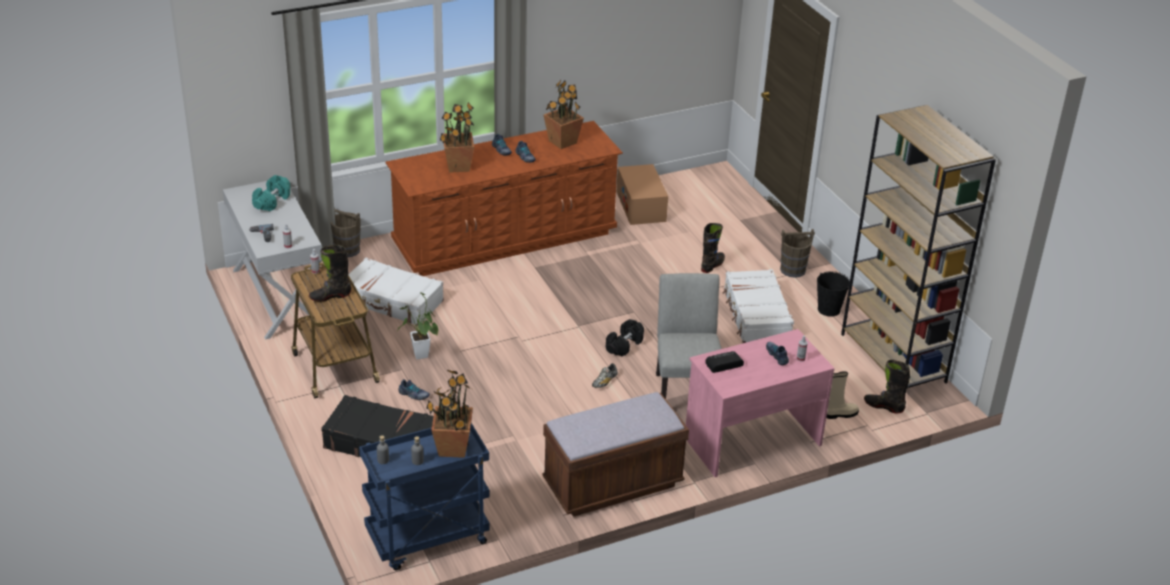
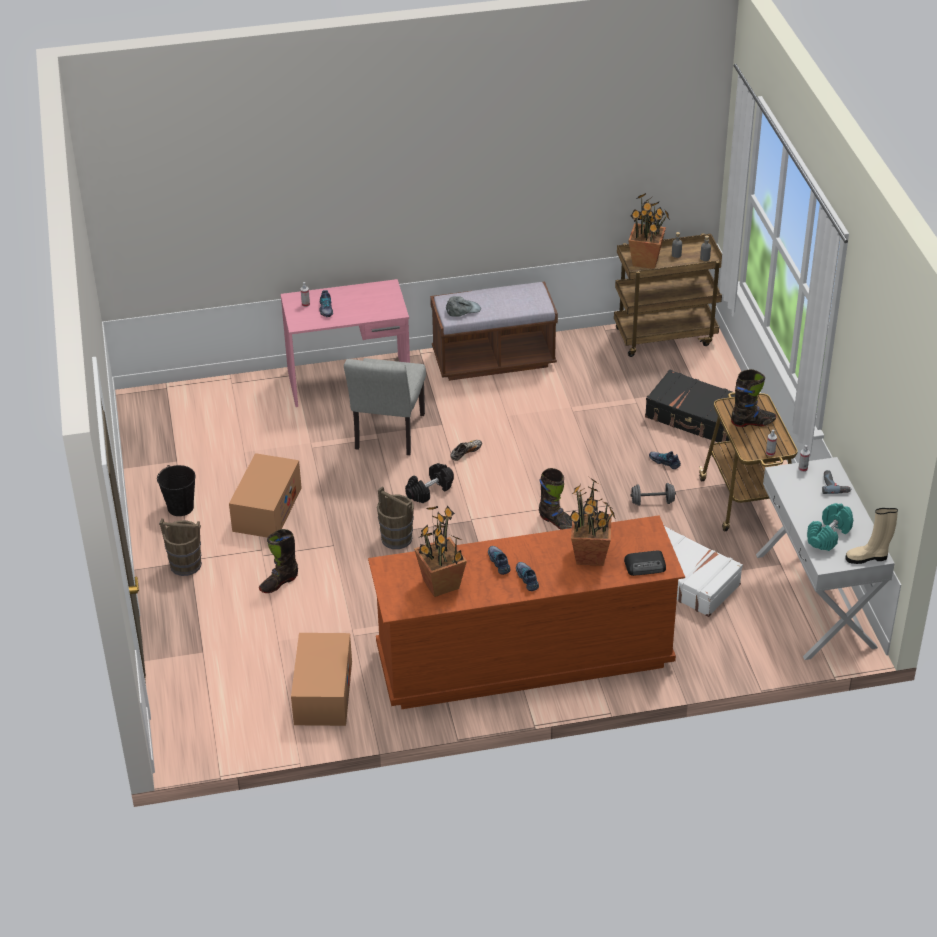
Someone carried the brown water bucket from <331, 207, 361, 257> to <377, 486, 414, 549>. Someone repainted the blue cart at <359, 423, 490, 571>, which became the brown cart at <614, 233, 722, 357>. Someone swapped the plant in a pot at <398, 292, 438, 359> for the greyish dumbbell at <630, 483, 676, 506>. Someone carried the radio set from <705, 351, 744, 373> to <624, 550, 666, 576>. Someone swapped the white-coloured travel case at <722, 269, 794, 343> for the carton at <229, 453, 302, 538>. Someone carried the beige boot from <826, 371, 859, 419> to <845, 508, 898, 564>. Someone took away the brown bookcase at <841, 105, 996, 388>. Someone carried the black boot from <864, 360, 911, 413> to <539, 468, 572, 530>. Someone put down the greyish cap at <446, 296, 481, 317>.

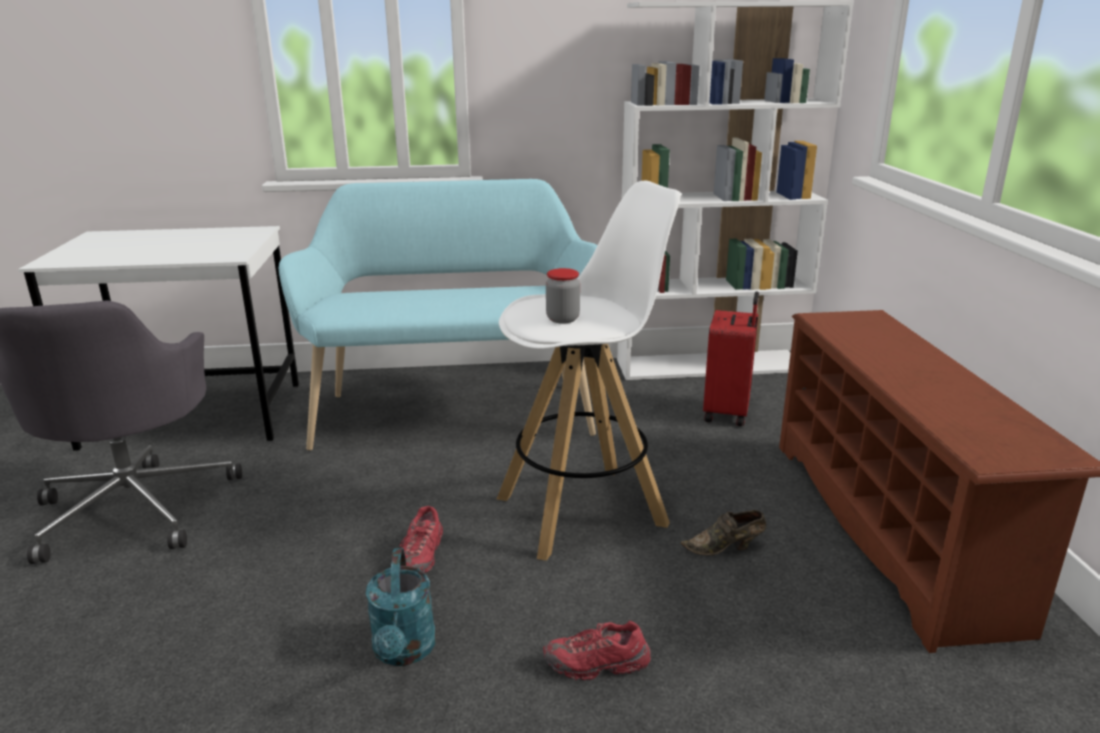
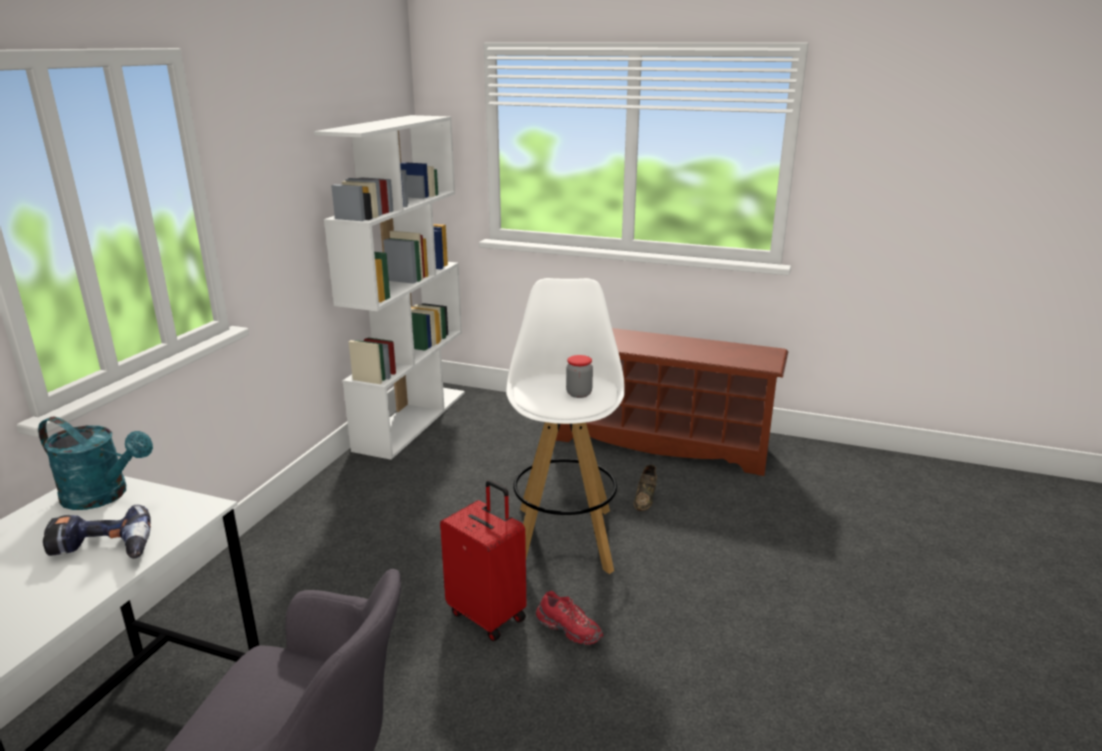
Someone took away the turquoise-coloured indoor bench at <279, 179, 598, 451>. Someone carried the turquoise-coloured sprinkling can from <366, 548, 436, 666> to <38, 417, 153, 510>. Someone took away the red low shoe at <543, 621, 651, 680>. Someone carried the red travel case from <703, 291, 759, 426> to <440, 480, 526, 641>. Someone put down the electric drill at <43, 505, 151, 559>.

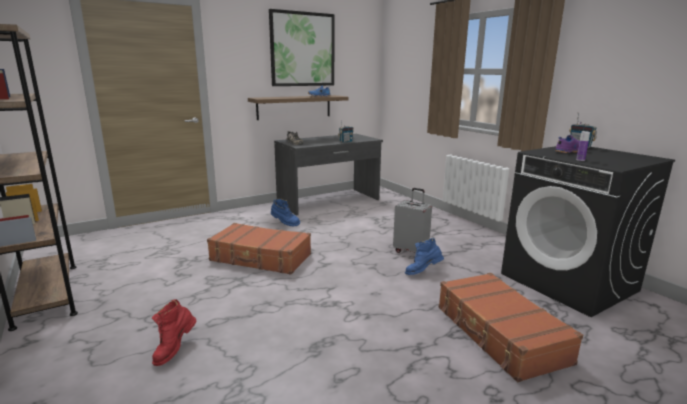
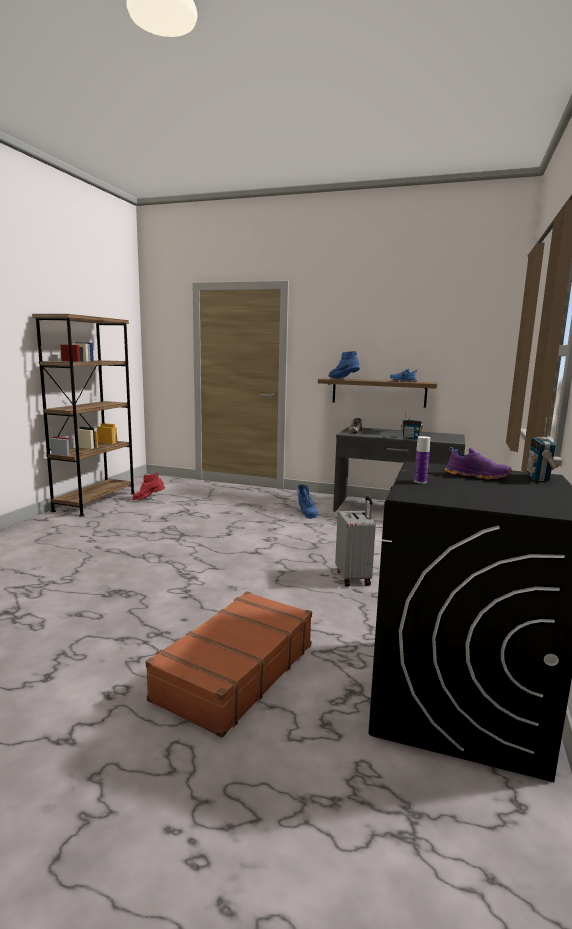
Someone carried the red boot from <152, 299, 196, 366> to <132, 472, 165, 500>. Someone took away the brown travel case at <207, 223, 311, 274>. Someone took away the wall picture at <269, 9, 334, 86>. Someone carried the blue boot from <405, 238, 444, 275> to <328, 351, 360, 379>.

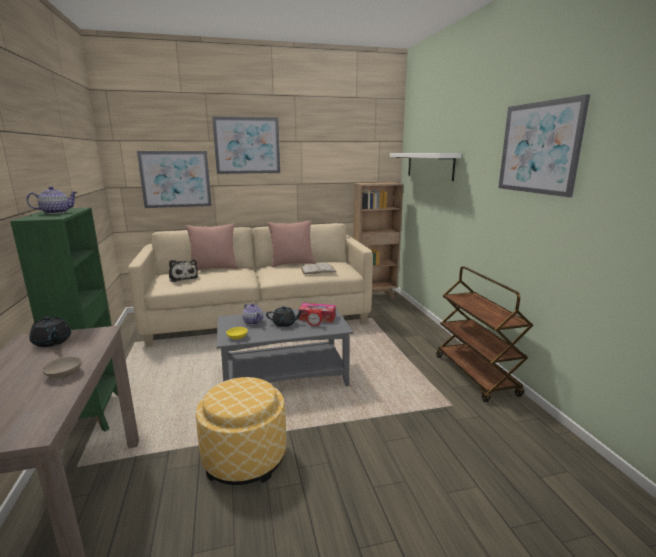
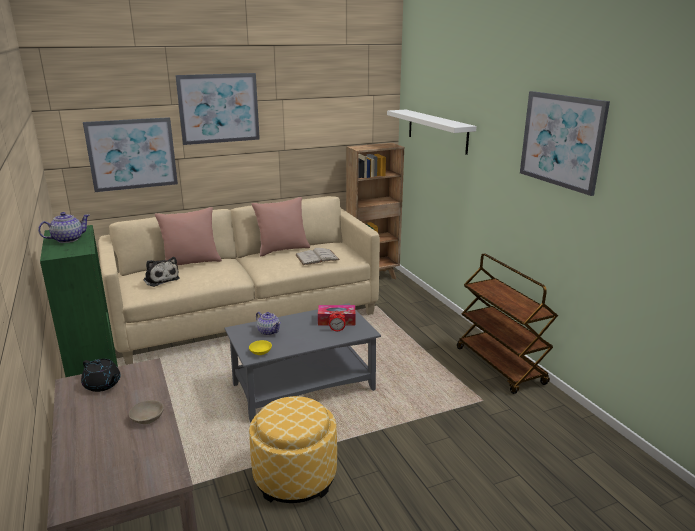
Someone took away the black tea pot at <266, 306, 304, 327>.

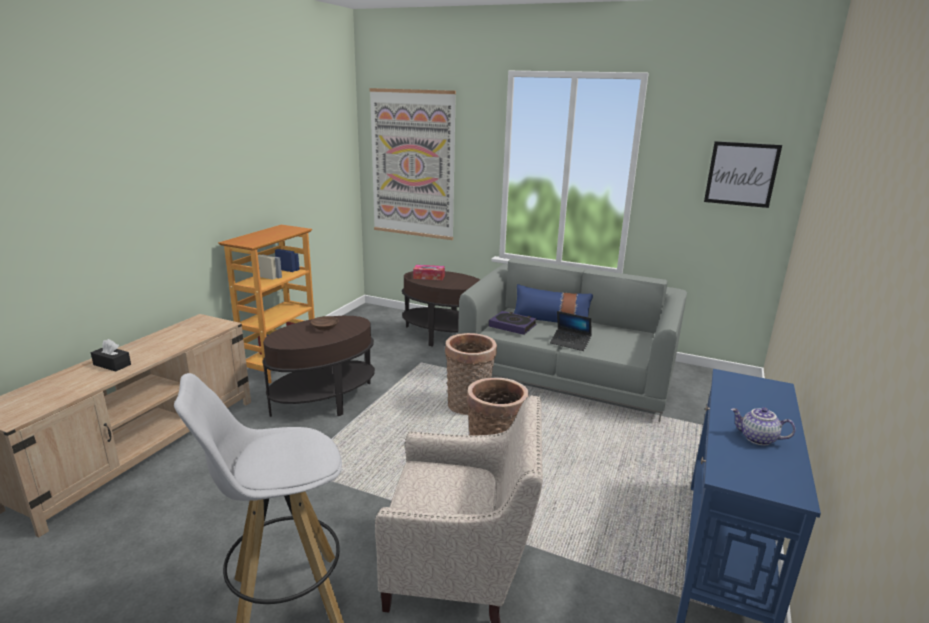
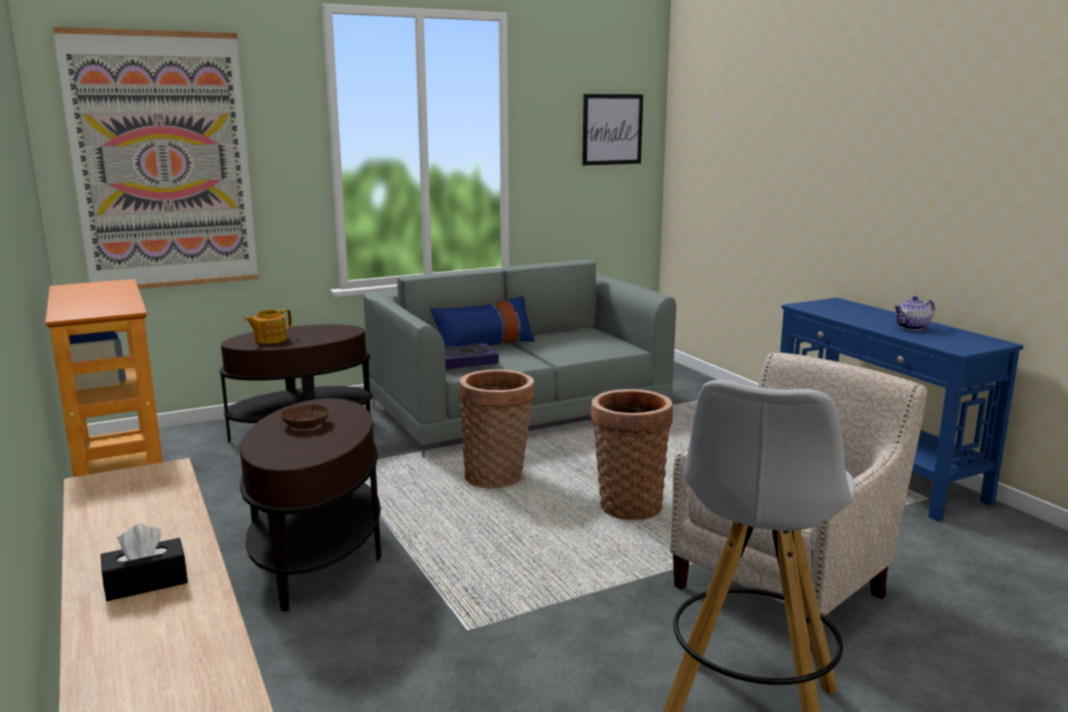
Someone swapped the tissue holder at <413, 265, 445, 280> for the tea pot at <244, 309, 292, 344>. Someone took away the notebook computer at <550, 311, 592, 351>.

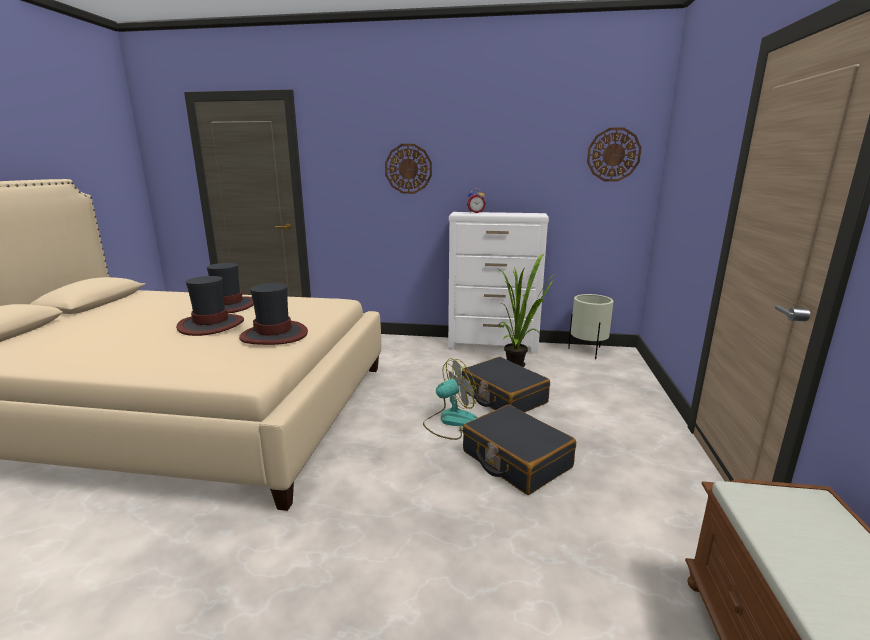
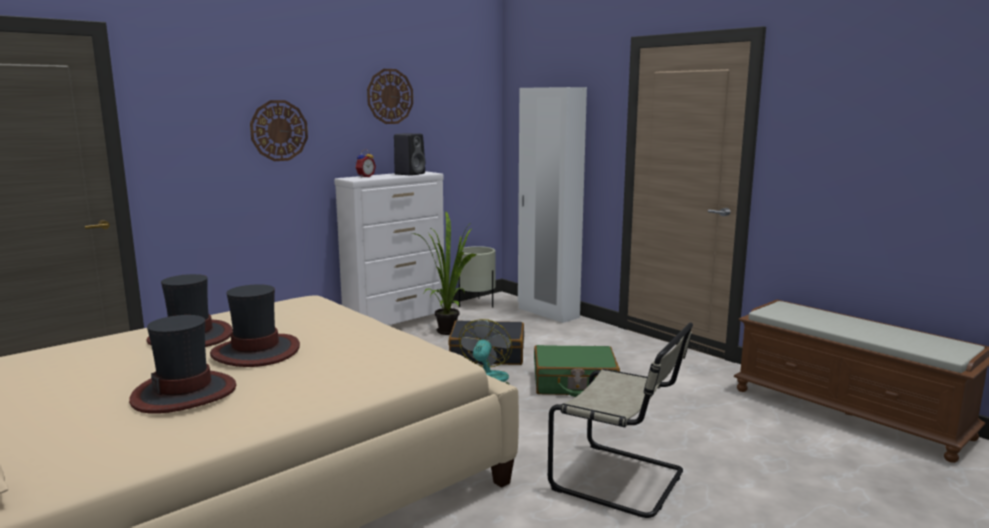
Someone carried the hat from <239, 283, 308, 345> to <129, 315, 236, 414>. Someone repainted the black travel case at <462, 404, 576, 495>, which became the green travel case at <534, 345, 620, 397>. Someone carried the wall clock from <587, 128, 642, 182> to <367, 69, 413, 124>. Someone put down the black speaker at <394, 133, 425, 176>. Someone put down the white-coloured armoire at <518, 87, 587, 323>. Someone put down the beige upright chair at <548, 322, 693, 518>.

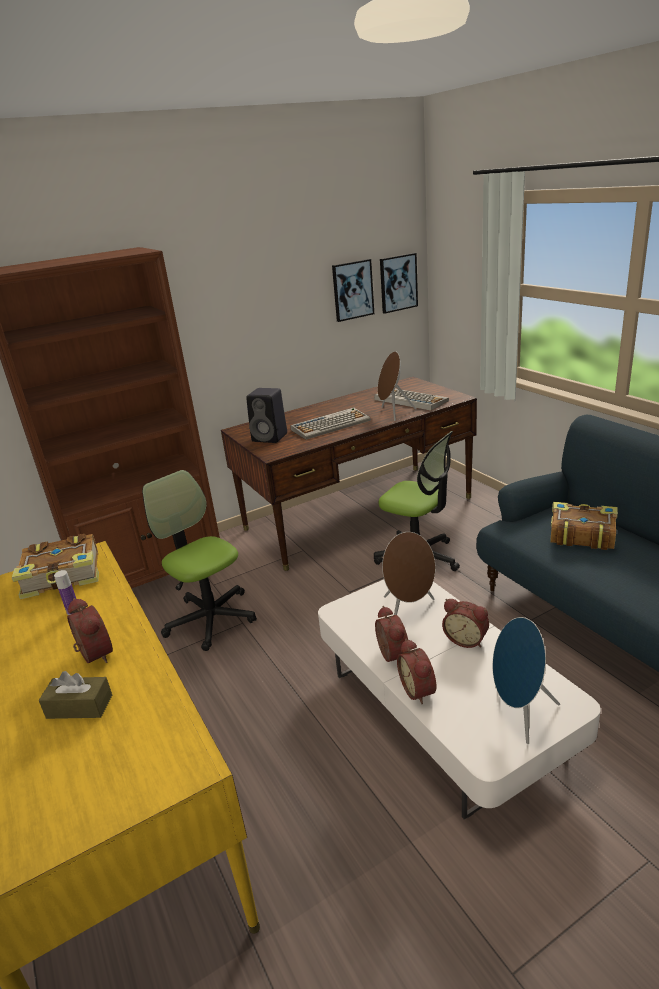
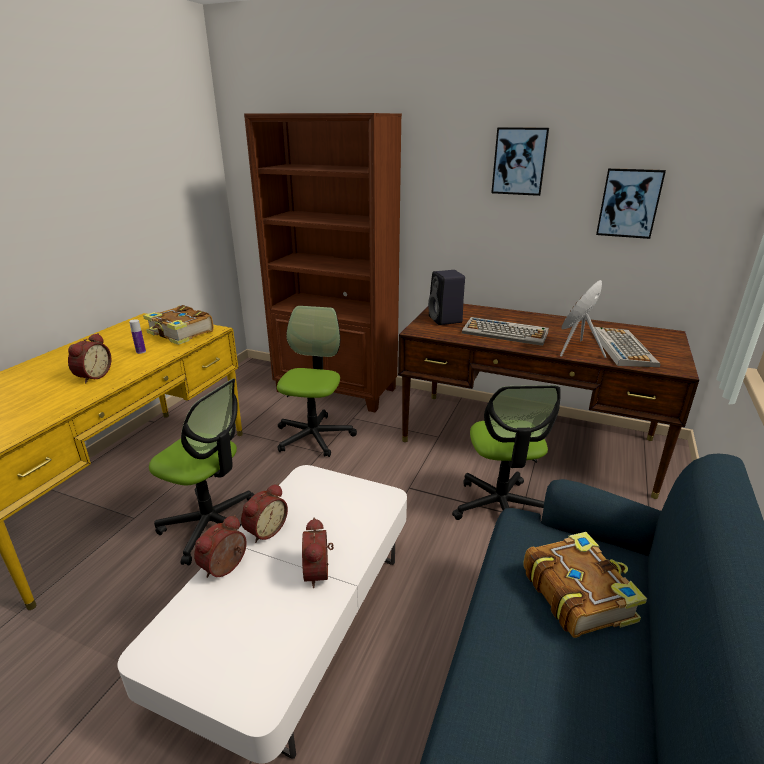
Someone took away the brown tissue holder at <39, 671, 112, 719>. Someone carried the wall picture from <380, 253, 418, 314> to <491, 127, 549, 196>. Someone took away the brown speaker at <382, 532, 435, 615>. Someone took away the blue speaker at <492, 617, 560, 744>. Someone put down the office chair at <149, 379, 255, 565>.

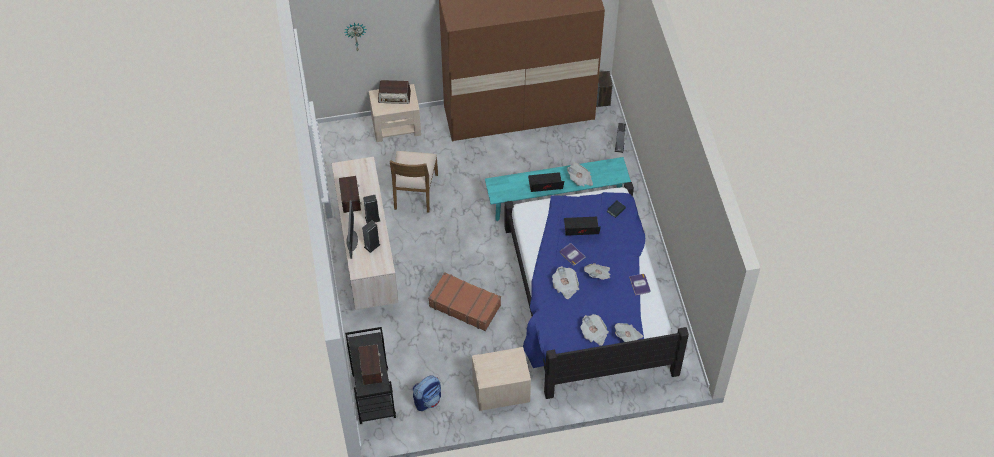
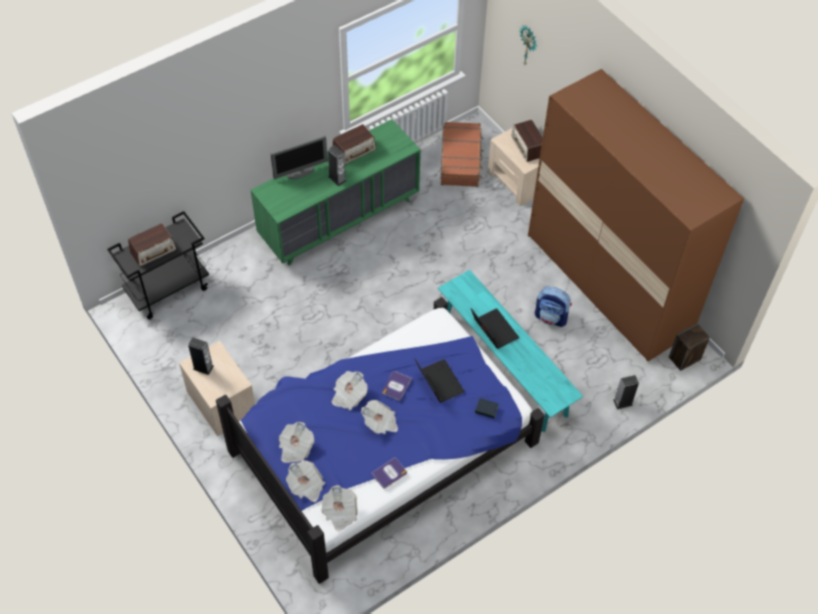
Someone repainted the beige drawer chest at <332, 157, 398, 310>, which became the green drawer chest at <251, 119, 421, 265>. Someone carried the speaker from <362, 220, 380, 253> to <188, 337, 214, 375>. Someone took away the brown upright chair at <390, 151, 438, 212>. Someone carried the rucksack from <413, 375, 441, 411> to <535, 287, 572, 327>. Someone carried the brown travel case from <428, 272, 501, 331> to <441, 122, 483, 187>. Someone carried the printed paper from <567, 163, 593, 186> to <321, 485, 358, 531>.

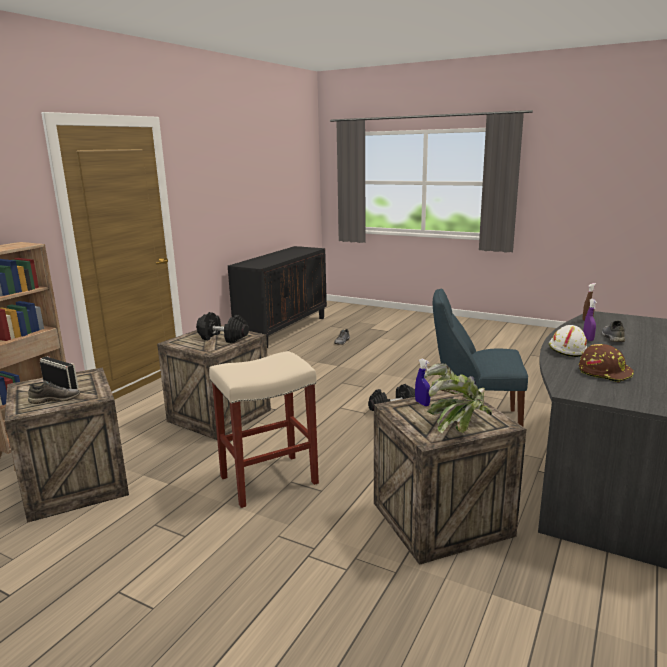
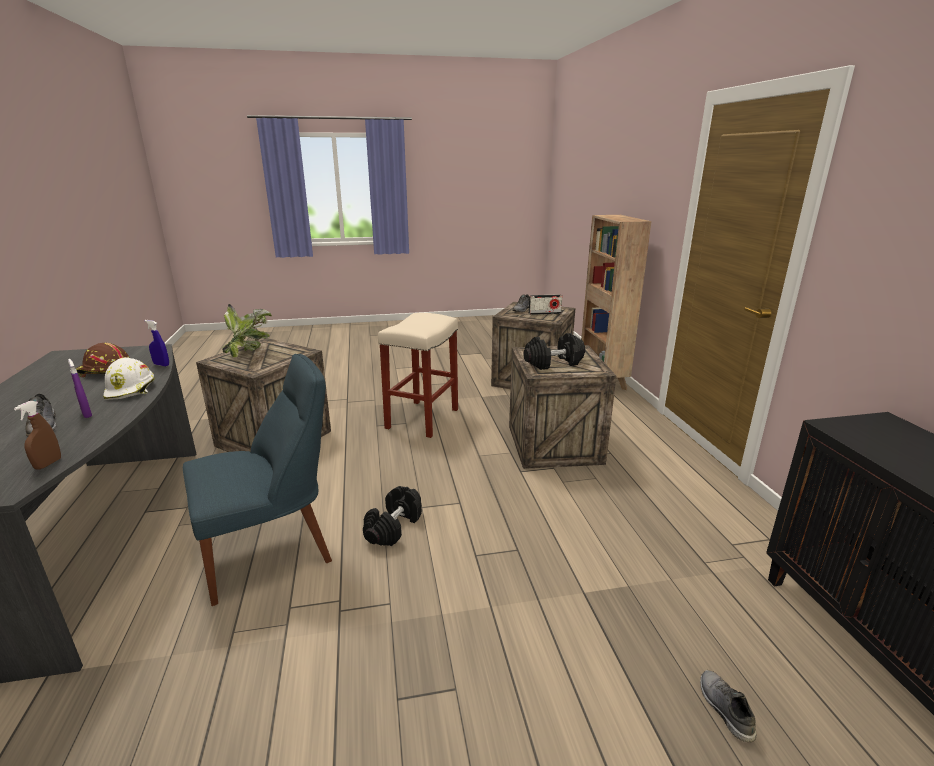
Someone carried the blue hand sprayer from <415, 359, 430, 406> to <145, 320, 169, 366>.

